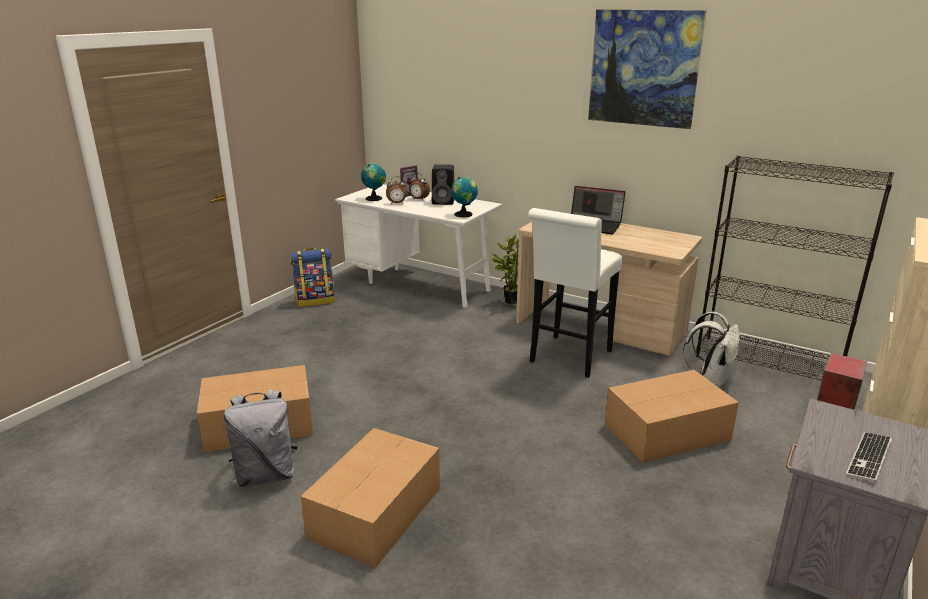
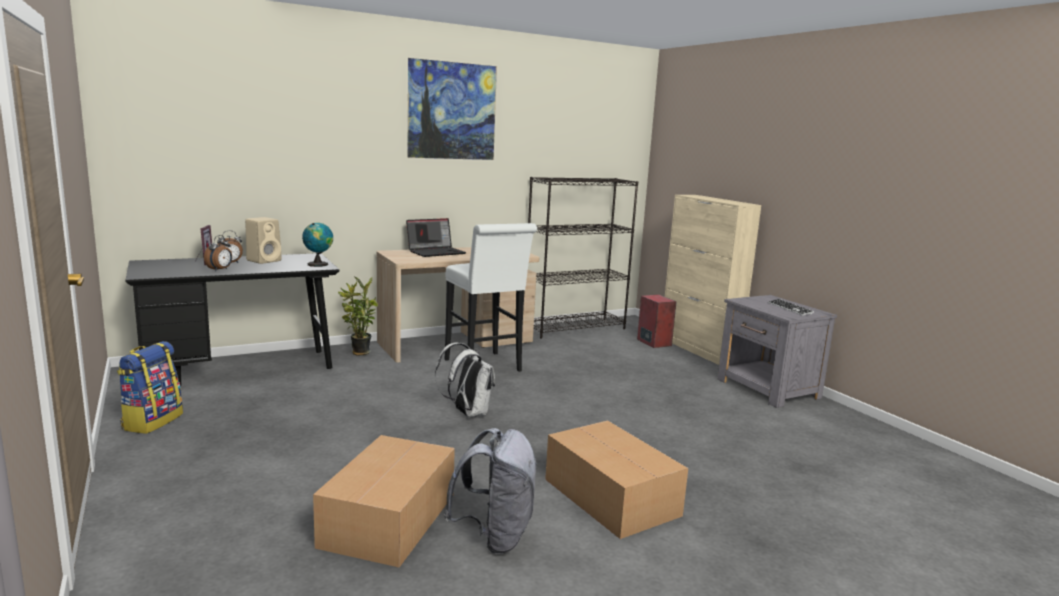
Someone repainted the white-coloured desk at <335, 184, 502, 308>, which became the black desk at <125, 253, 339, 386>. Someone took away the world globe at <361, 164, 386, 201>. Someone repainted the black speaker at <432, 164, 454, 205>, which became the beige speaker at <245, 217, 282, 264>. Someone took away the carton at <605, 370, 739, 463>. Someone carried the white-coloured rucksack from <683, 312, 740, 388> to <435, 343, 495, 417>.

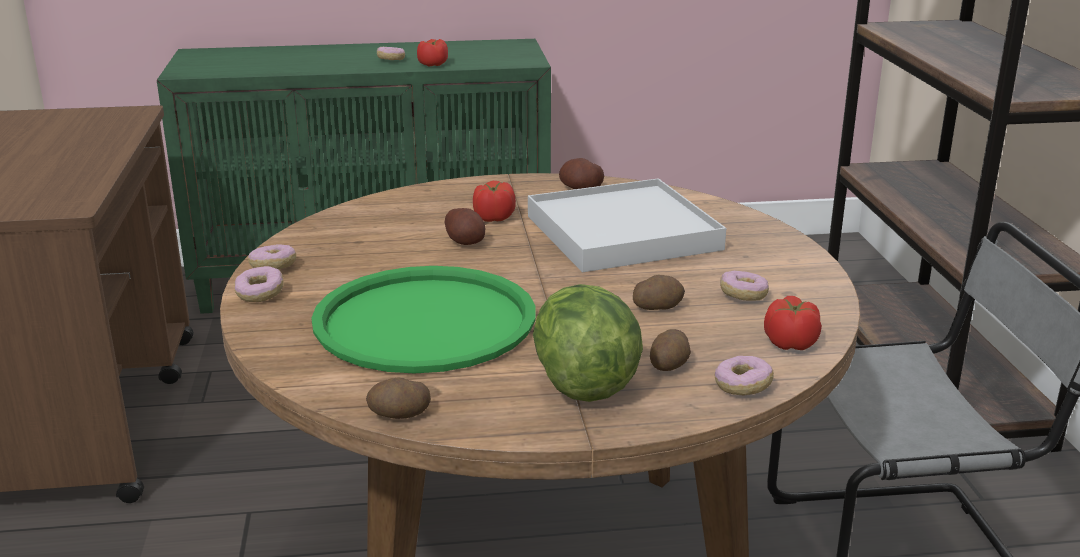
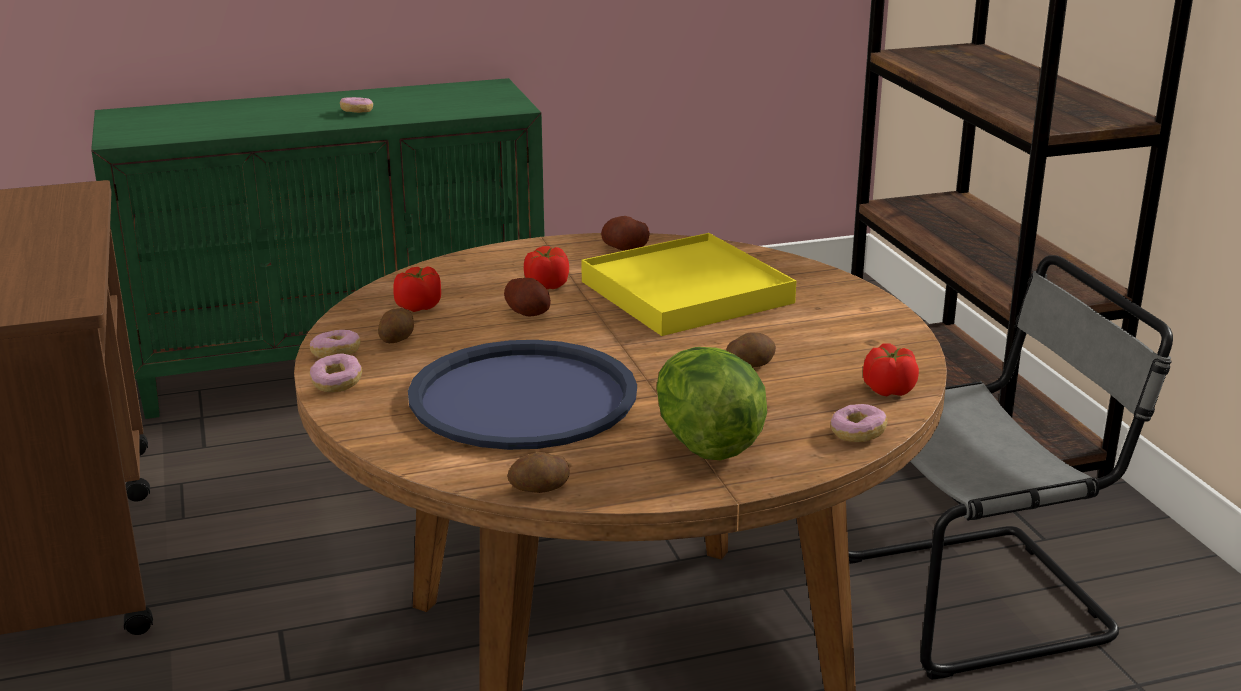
Someone repainted the green carrying tray at <311, 266, 535, 373>, which became the blue carrying tray at <408, 340, 637, 450>. Someone carried the fresh tomato from <417, 39, 448, 67> to <393, 267, 441, 312>. Someone repainted the white-coloured carrying tray at <528, 178, 726, 272>, which became the yellow-coloured carrying tray at <581, 233, 796, 336>. Someone carried the spud from <650, 329, 691, 371> to <378, 308, 414, 343>. Someone took away the donut at <720, 271, 769, 301>.

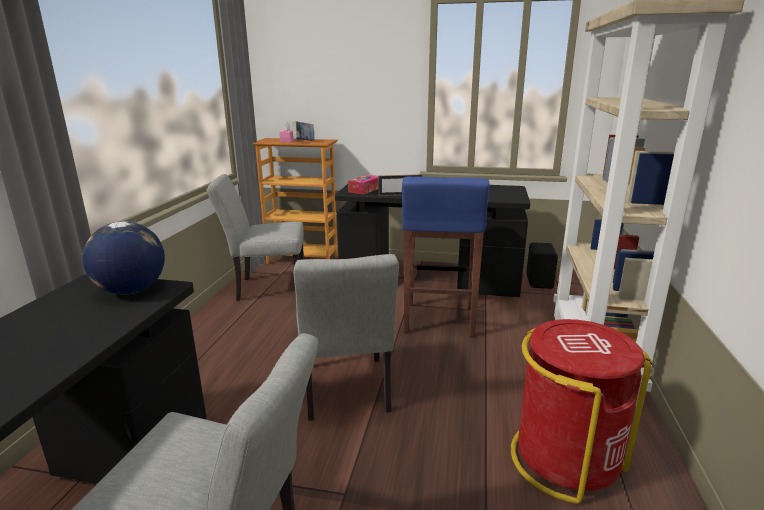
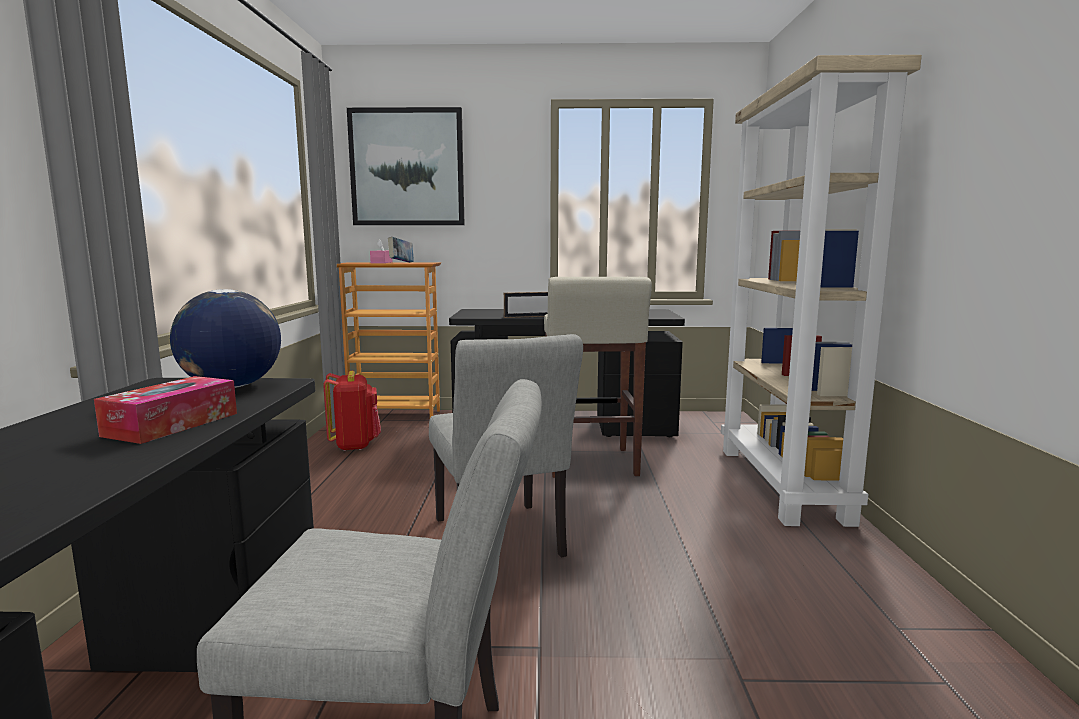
Someone swapped the greyish upright chair at <206, 174, 304, 301> for the red rucksack at <323, 371, 381, 451>. Someone carried the tissue holder from <348, 175, 378, 195> to <94, 376, 237, 444>. Someone repainted the blue stool at <402, 177, 490, 337>, which became the beige stool at <544, 277, 652, 478>. Someone took away the red rubbish bin at <511, 319, 652, 504>. Someone took away the black speaker at <526, 242, 558, 289>. Someone put up the wall picture at <347, 107, 465, 225>.

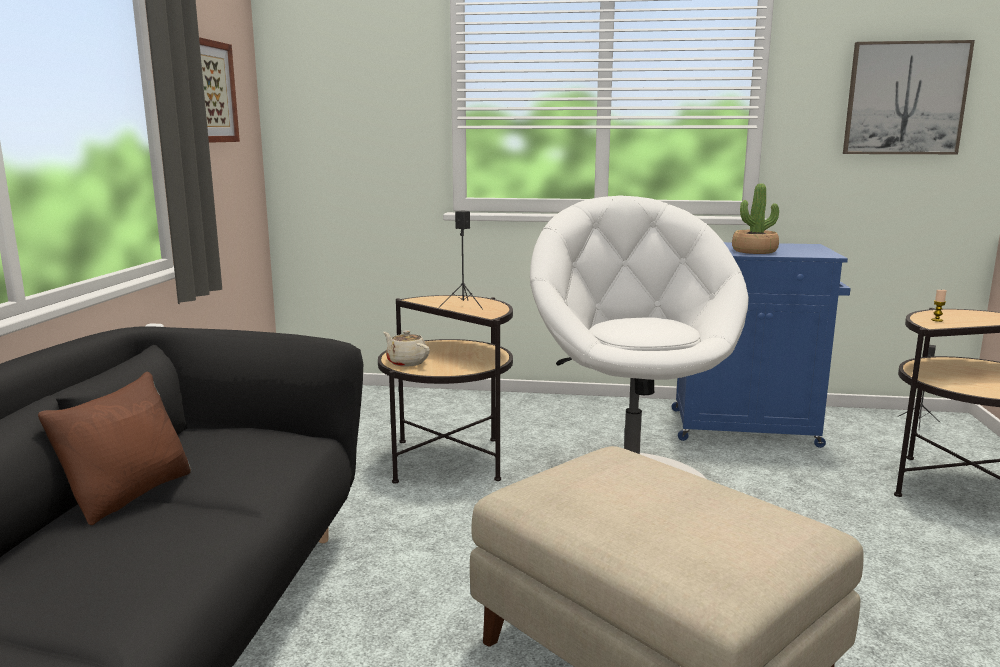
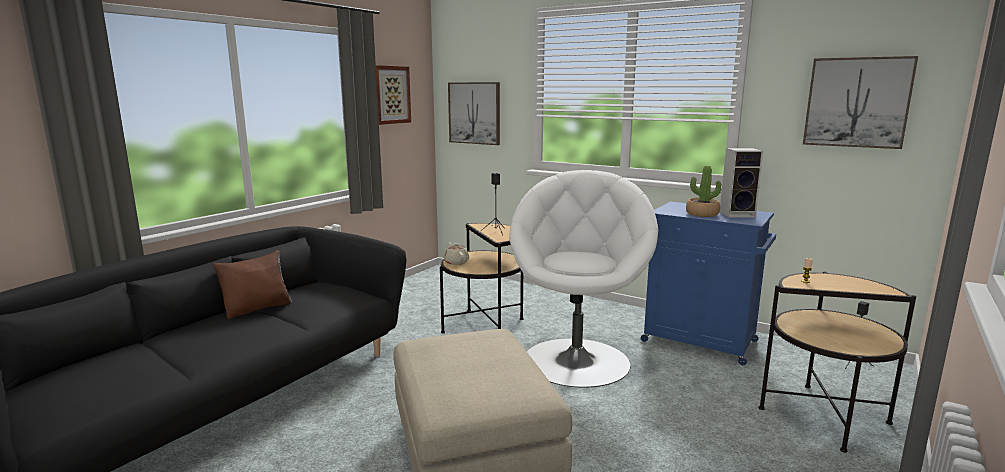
Someone put up the wall picture at <448, 82, 500, 145>. Someone put down the speaker at <720, 148, 764, 217>.

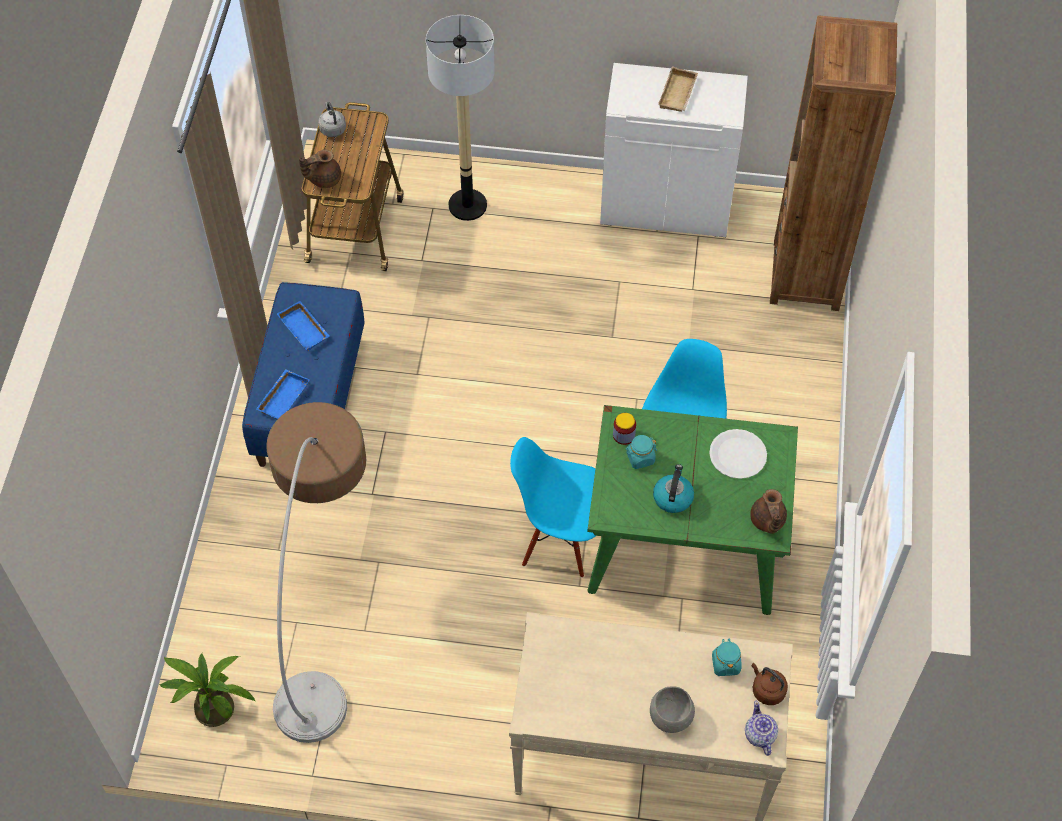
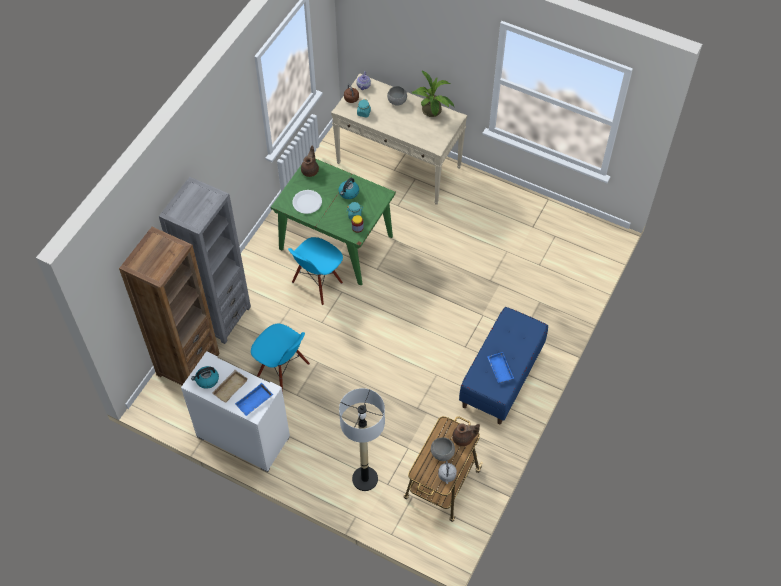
Someone carried the plant in a pot from <160, 653, 256, 727> to <412, 70, 454, 117>. Someone carried the blue carrying tray from <256, 369, 310, 420> to <235, 383, 273, 416>. Someone took away the standing lamp at <266, 402, 366, 743>. Someone carried the blue upright chair from <510, 437, 596, 578> to <251, 323, 310, 391>. Someone put down the greyish bookcase at <159, 177, 251, 344>. Someone put down the tea kettle at <191, 366, 219, 389>. Someone put down the greyish bowl at <431, 437, 455, 461>.

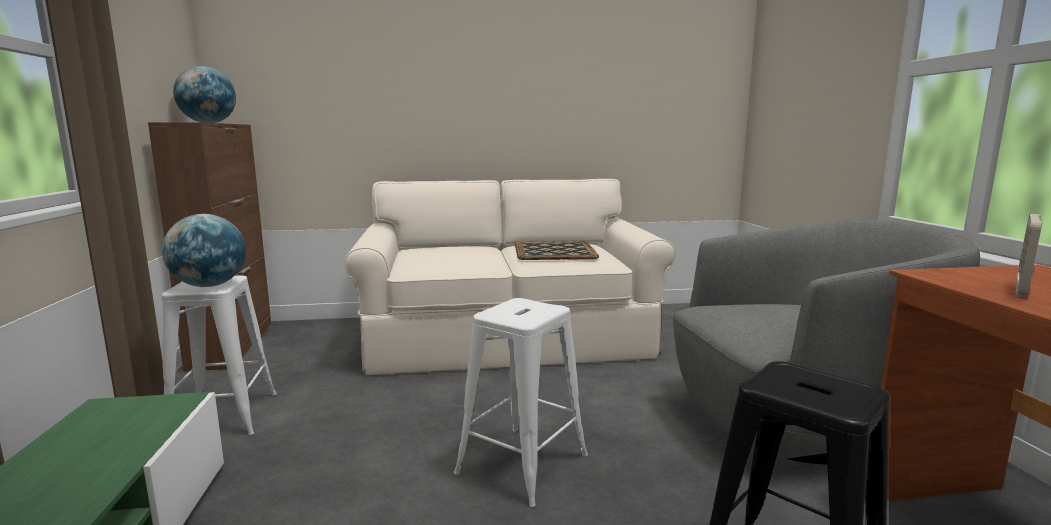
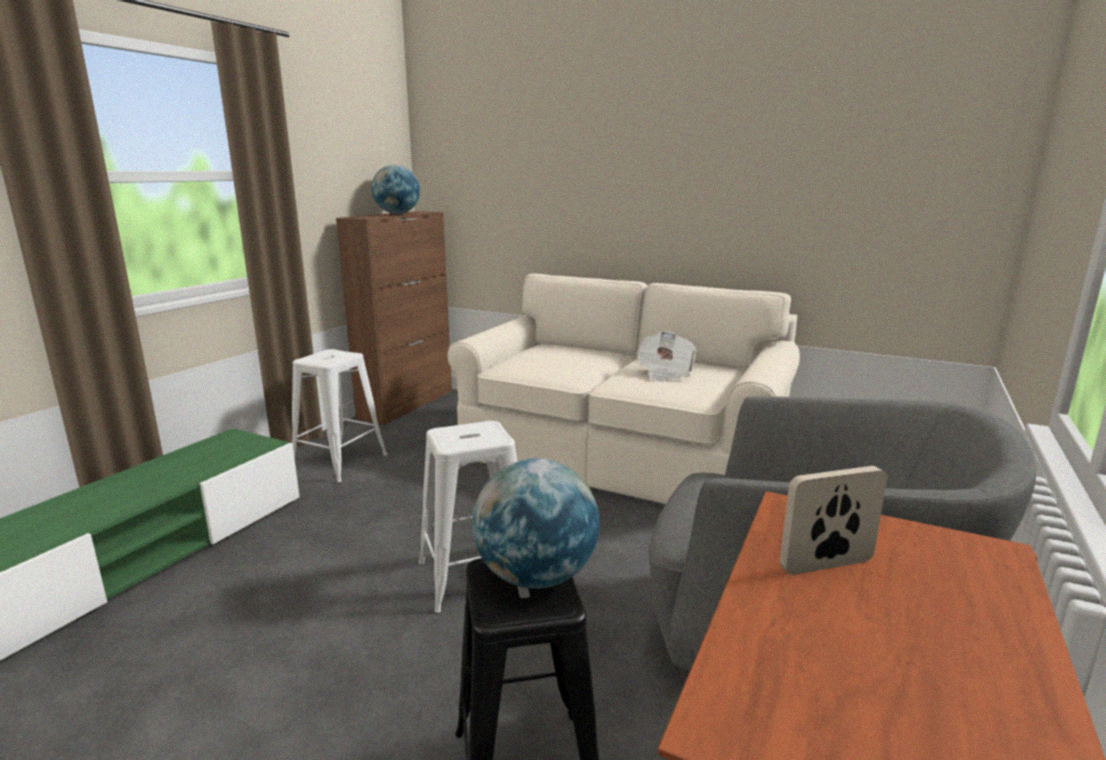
Someone carried the world globe from <162, 214, 246, 287> to <472, 458, 600, 589>. Someone swapped the carrying tray at <515, 241, 599, 260> for the printed paper at <636, 331, 697, 382>.

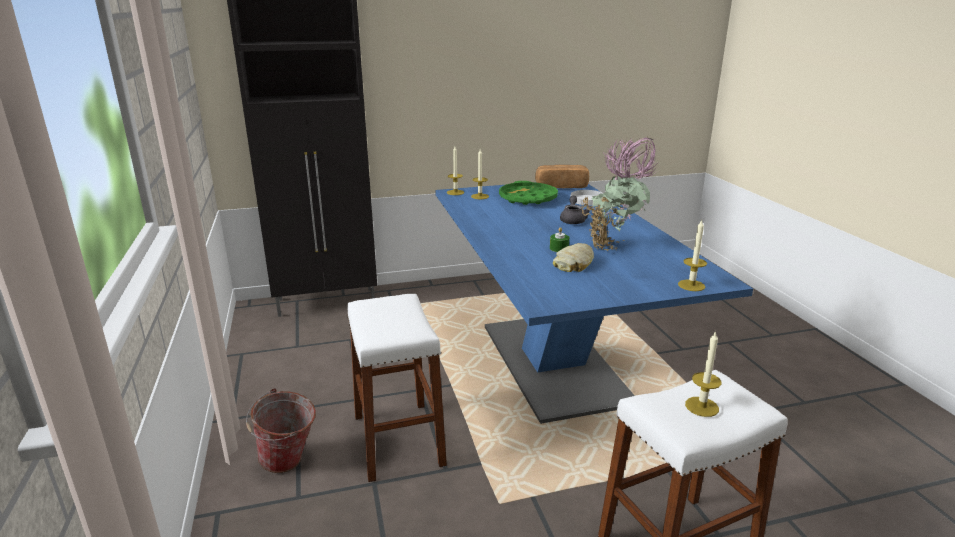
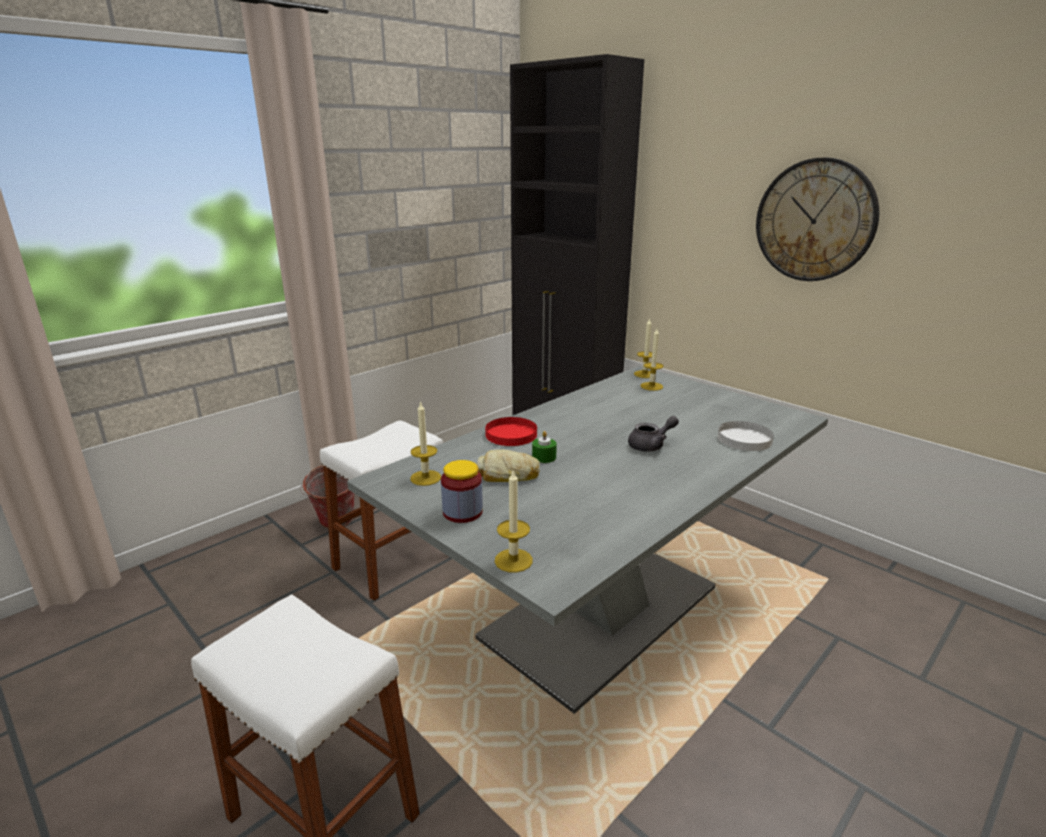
Someone repainted the blue dining table at <435, 182, 753, 424>, which became the greyish dining table at <347, 366, 828, 714>. Someone took away the green carrying tray at <499, 181, 558, 205>. Someone took away the baked bread at <535, 165, 589, 188>. Someone took away the plant in a pot at <581, 137, 657, 251>. Someone carried the wax light from <685, 330, 721, 417> to <410, 401, 441, 486>. Someone put down the jar at <441, 460, 483, 523>. Someone put down the red flat dish at <485, 417, 537, 446>. Someone put up the wall clock at <756, 157, 879, 281>.

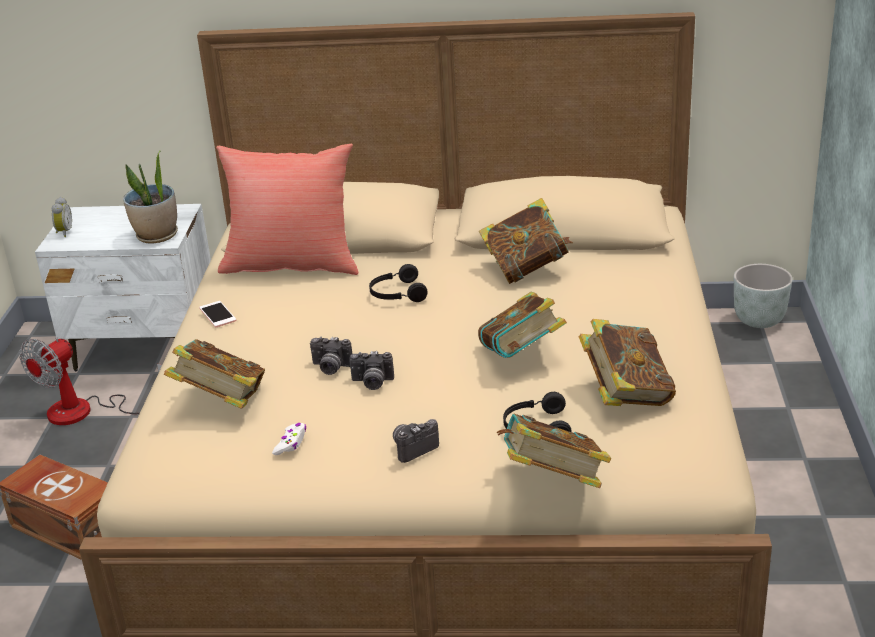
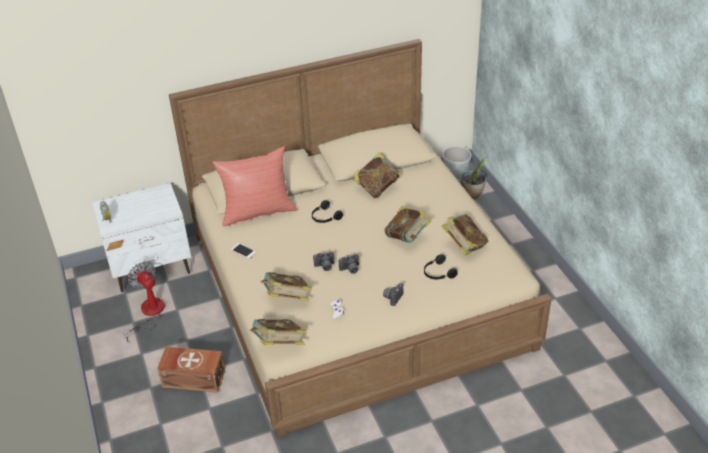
Someone rotated the cooling fan at <19, 337, 162, 425> by 135 degrees clockwise. Someone carried the plant in a pot from <123, 150, 178, 244> to <460, 157, 486, 200>. Someone carried the volume from <497, 414, 611, 488> to <249, 319, 306, 345>.

